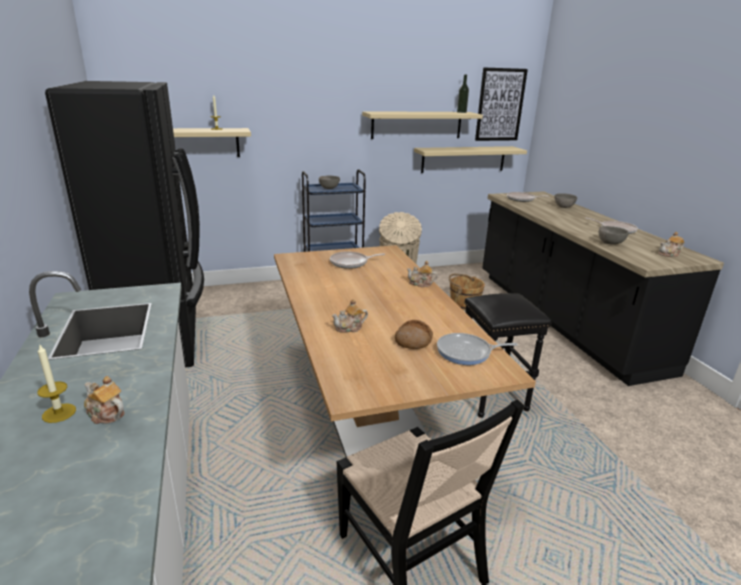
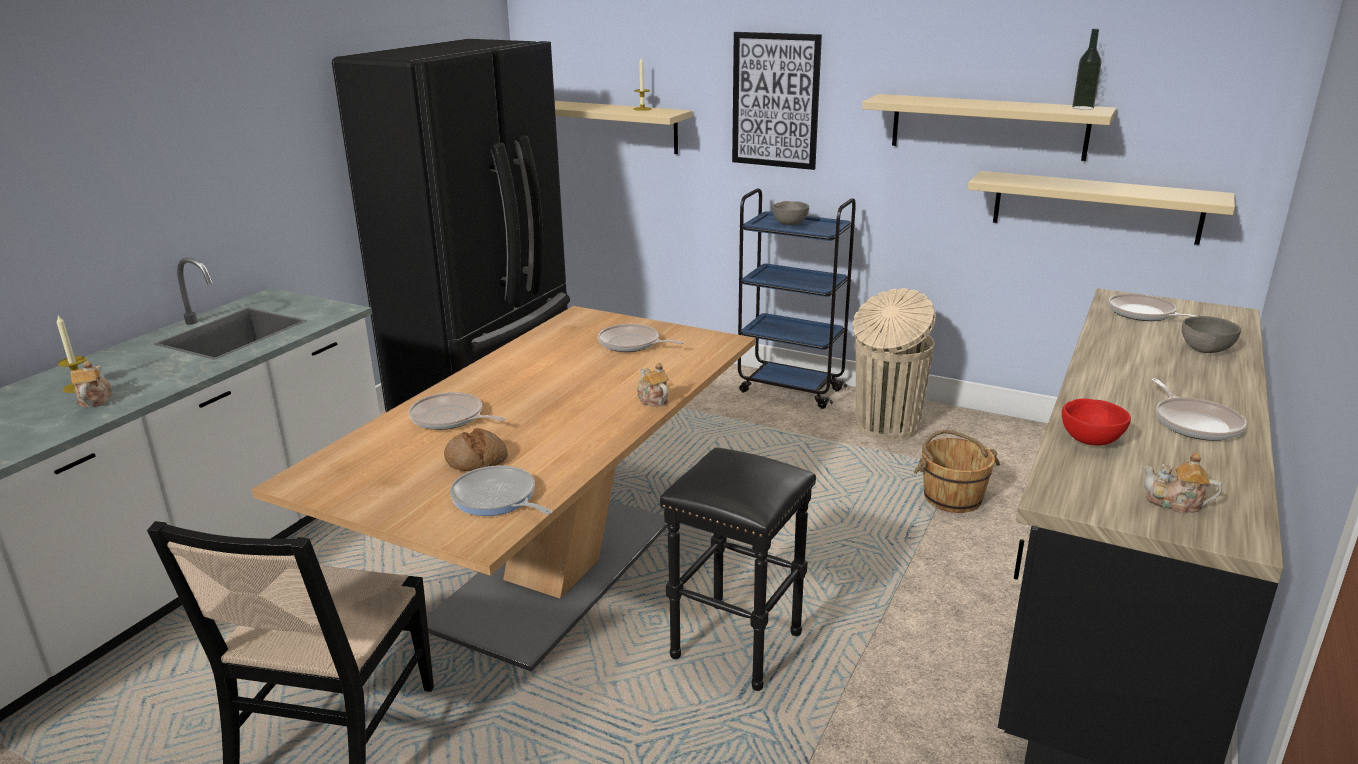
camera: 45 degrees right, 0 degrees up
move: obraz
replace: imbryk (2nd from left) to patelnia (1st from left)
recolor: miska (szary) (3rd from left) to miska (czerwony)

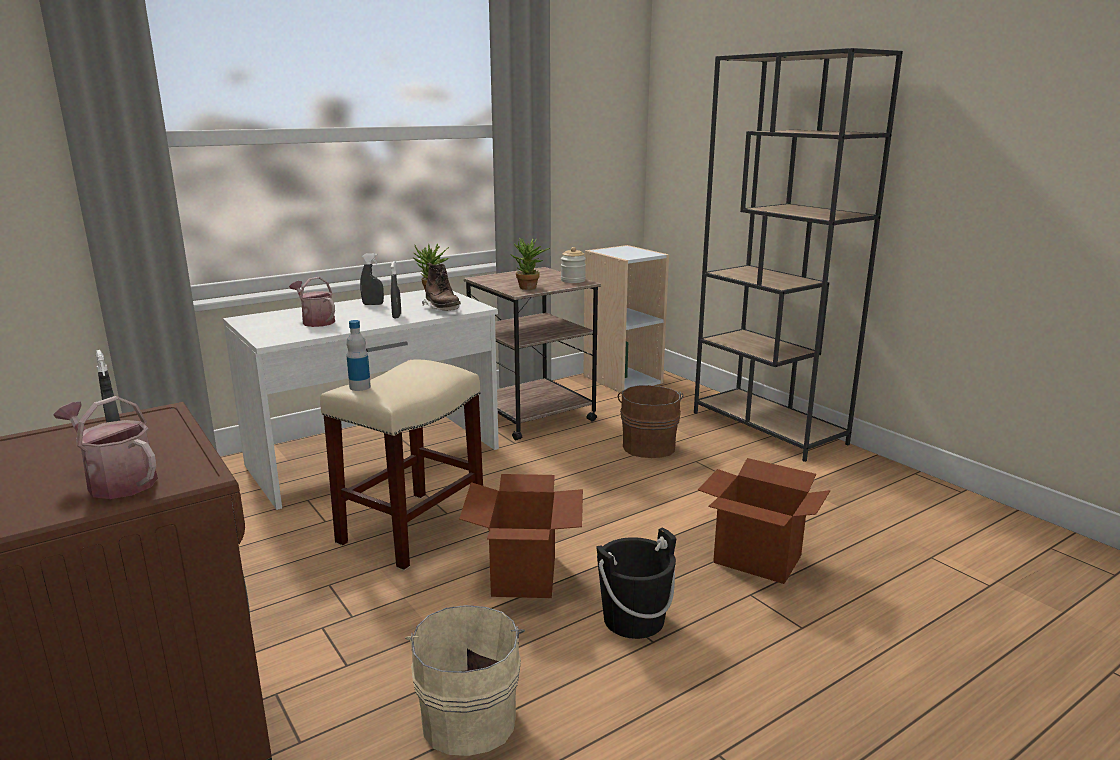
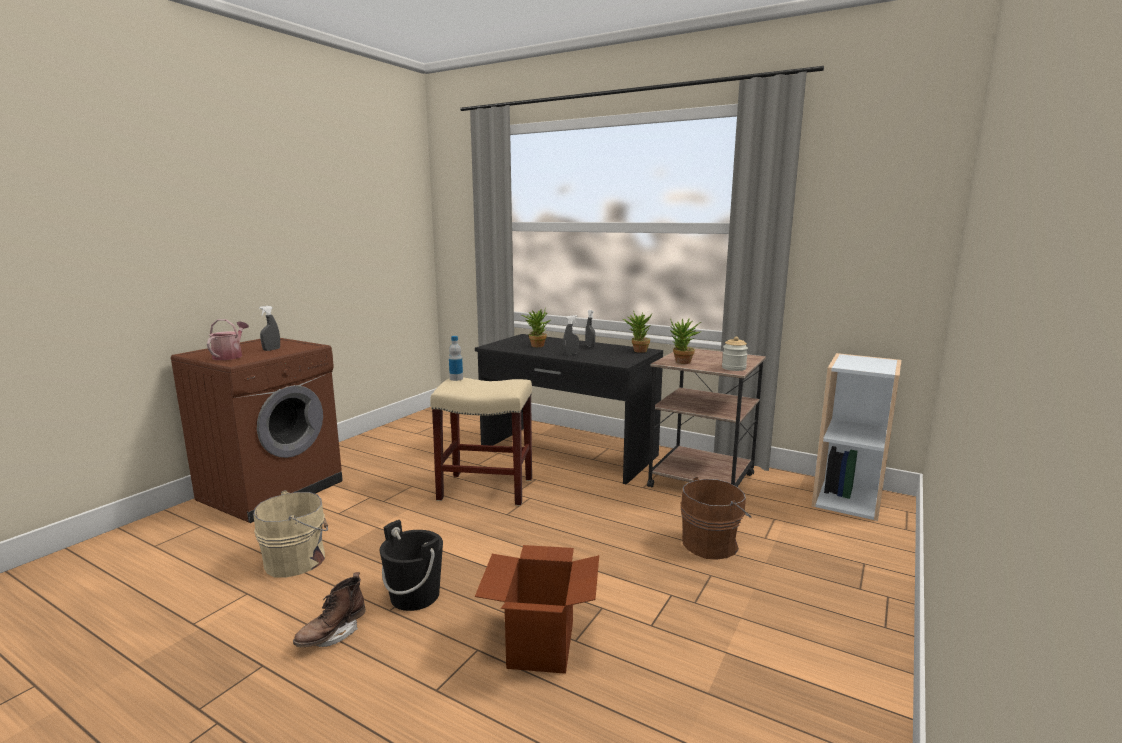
camera: 65 degrees right, 5 degrees down
delete: karton (1st from left); regał (2nd from left)
move: but z cholewką (brązowy)
replace: konewka (2nd from left) to roślina doniczkowa (1st from left)
recolor: biurko (biały) to biurko (czarny)

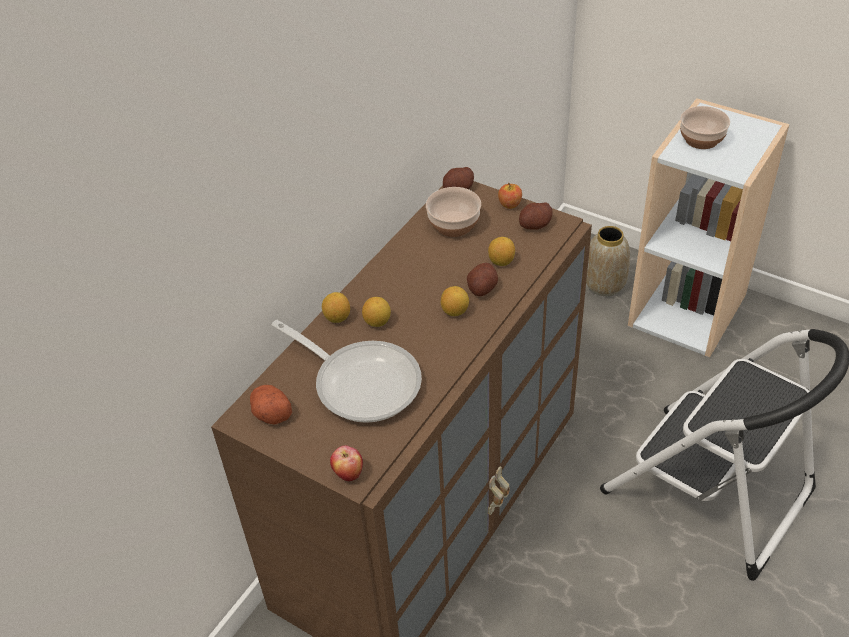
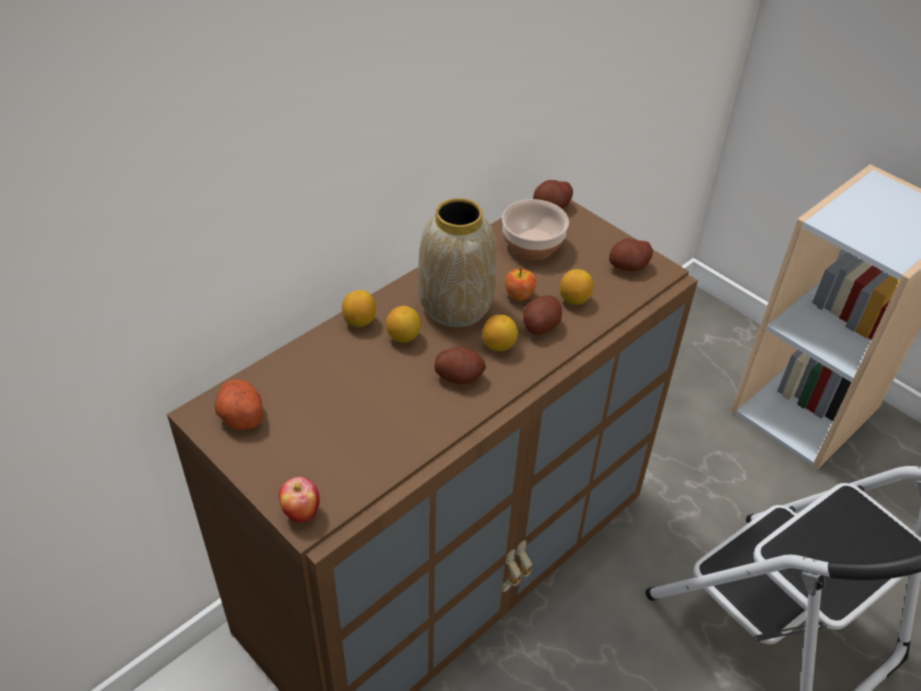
camera: 10 degrees right, 0 degrees up
delete: patelnia; miska (2nd from left)
insert: ziemniak (2nd from left)
move: wazon; jabłko (2nd from left)

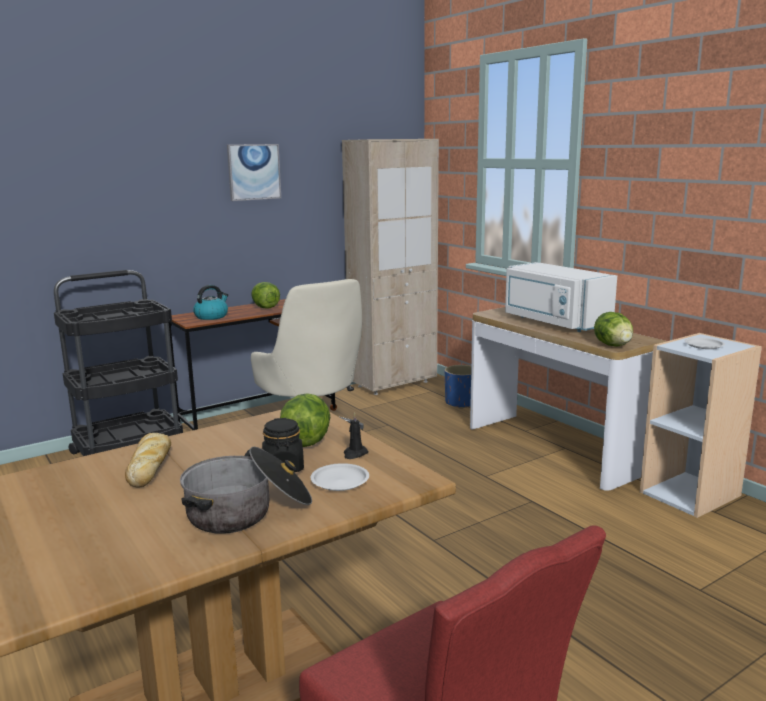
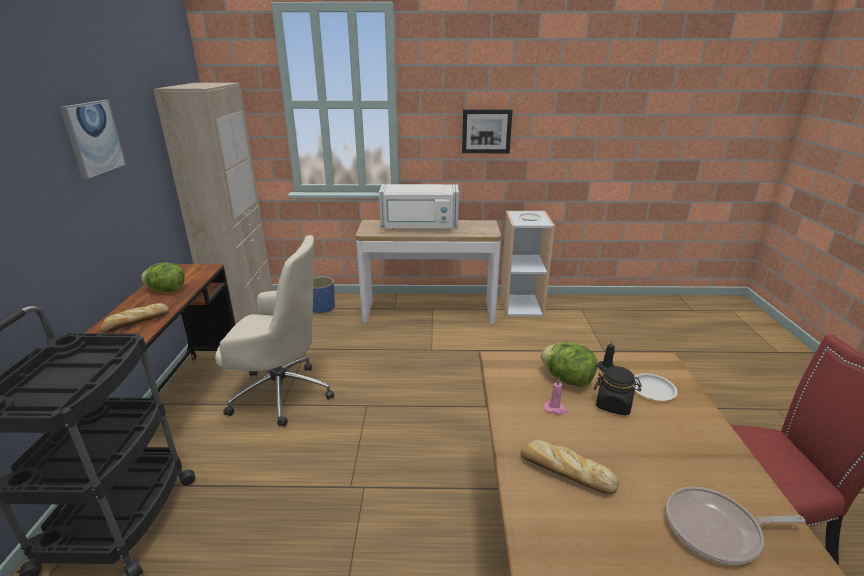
camera: 55 degrees left, 10 degrees up
delete: garnek; sałata (3rd from left)
insert: obraz (2nd from left); świeca (różowy); patelnia
replace: czajnik to chleb (1st from left)

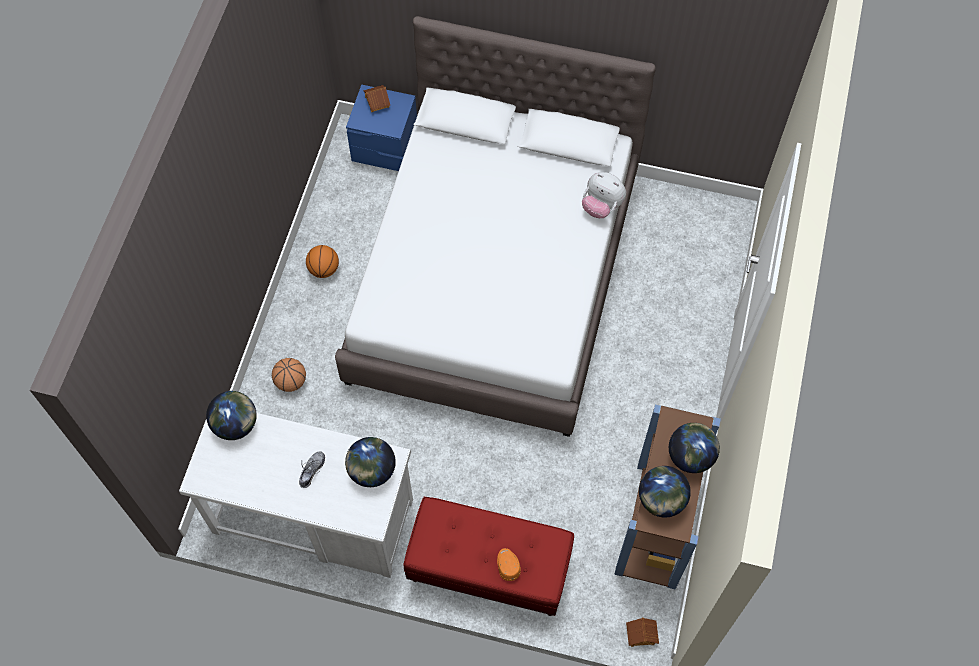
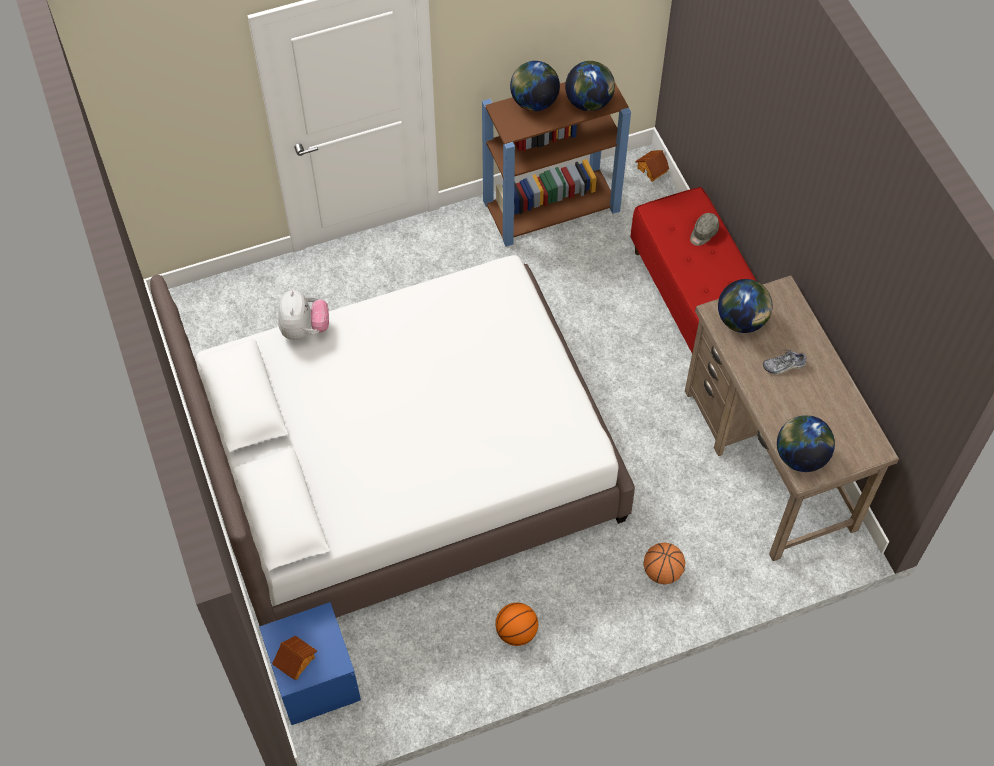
camera: 125 degrees left, 5 degrees down
recolor: biurko (biały) to biurko (brązowy); czapka z daszkiem (pomarańczowy) to czapka z daszkiem (szary)

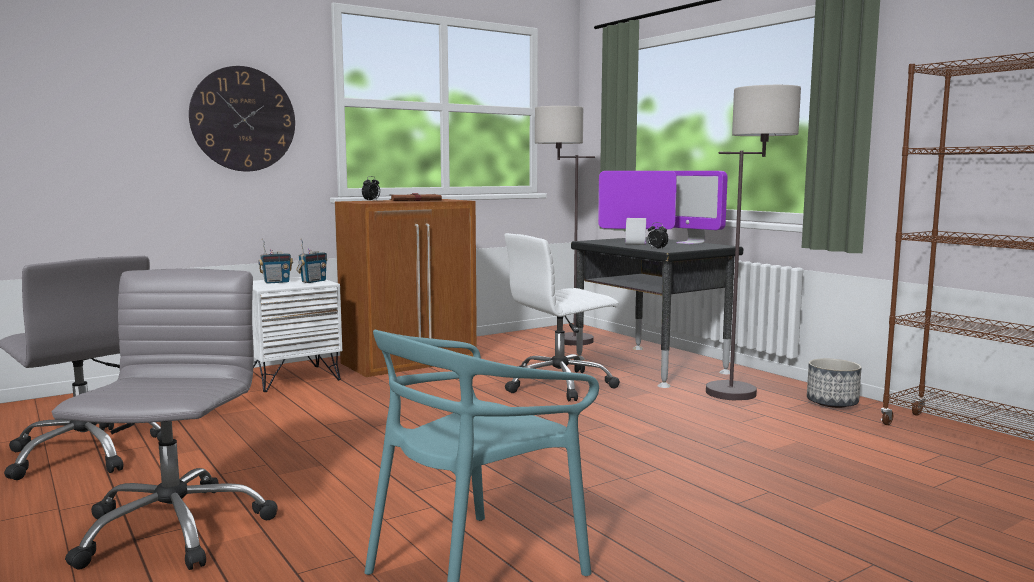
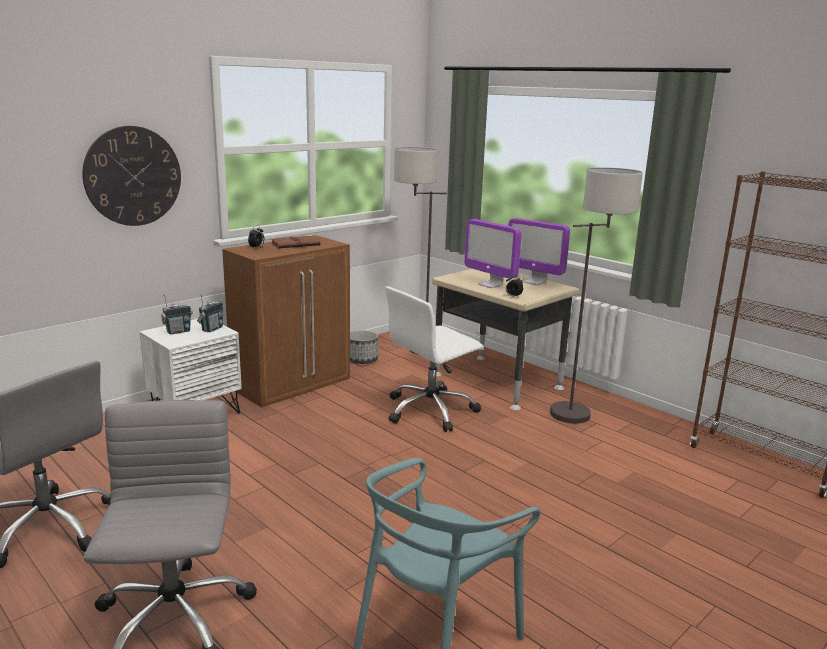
camera: 10 degrees left, 10 degrees up
move: donica
recolor: biurko (czarny) to biurko (beżowy)
rotate: monitor (1st from left) 135 degrees counterclockwise

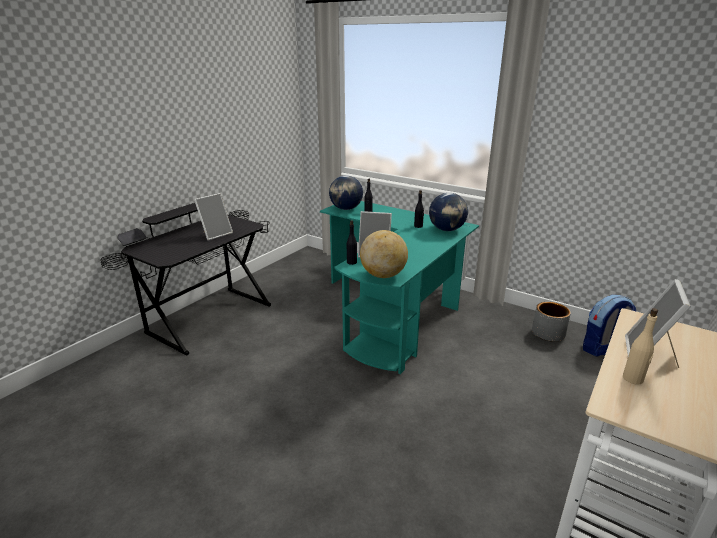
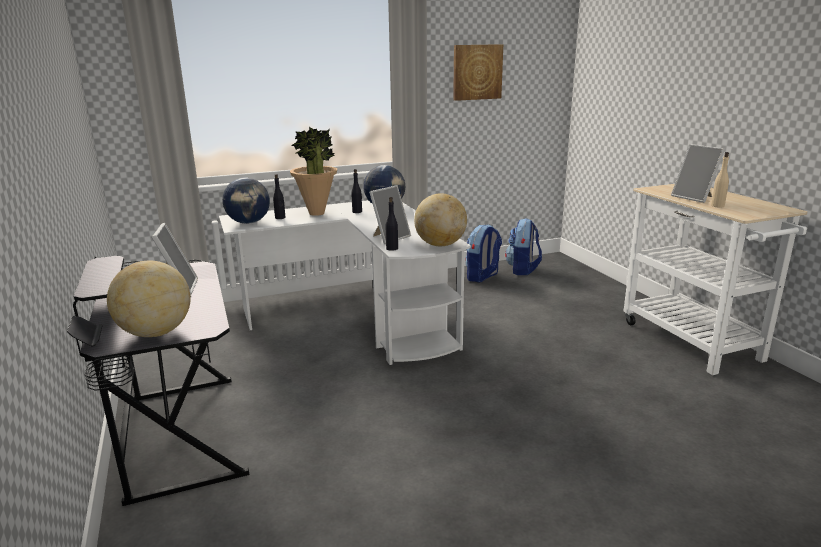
camera: 55 degrees left, 5 degrees down
insert: globus (1st from left); roślina doniczkowa; obraz
replace: donica (szary) to plecak (1st from left)
recolor: biurko (turkusowy) to biurko (biały)

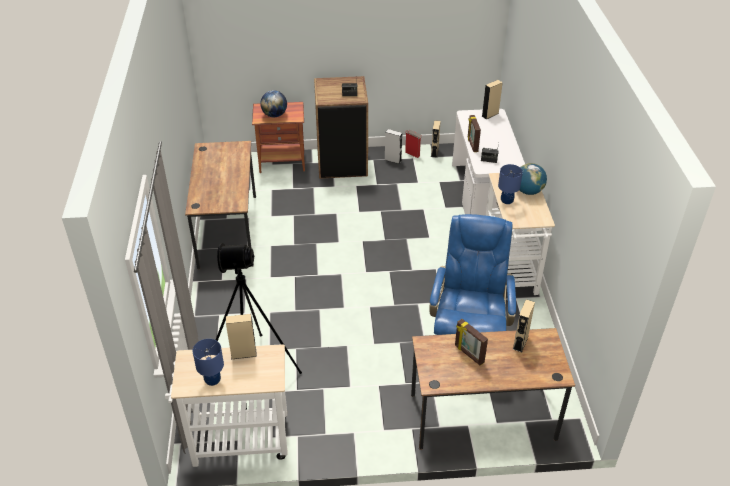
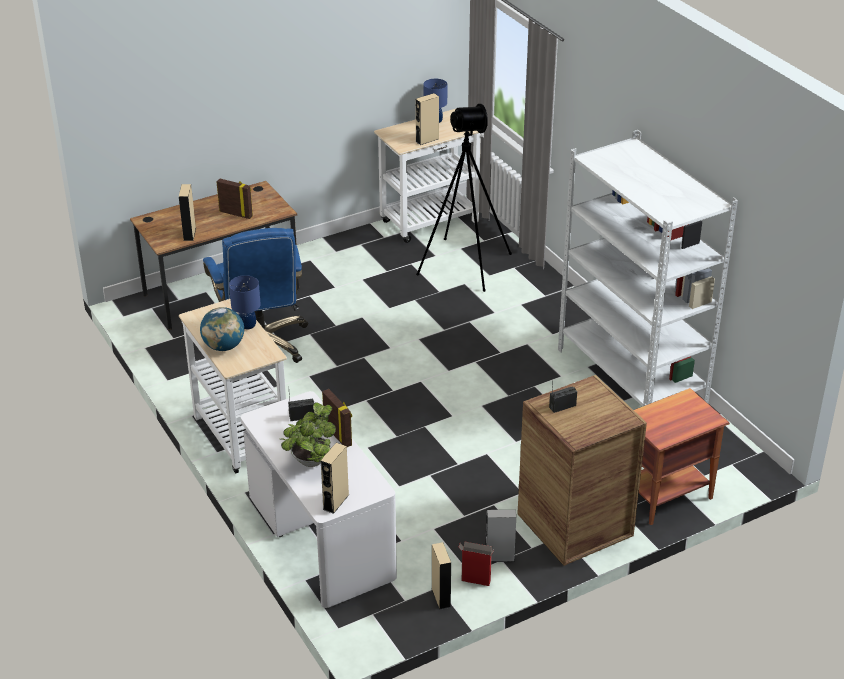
camera: 155 degrees right, 5 degrees down
delete: globus (1st from left)
insert: roślina doniczkowa
replace: biurko (brązowy) (1st from left) to regał (biały)

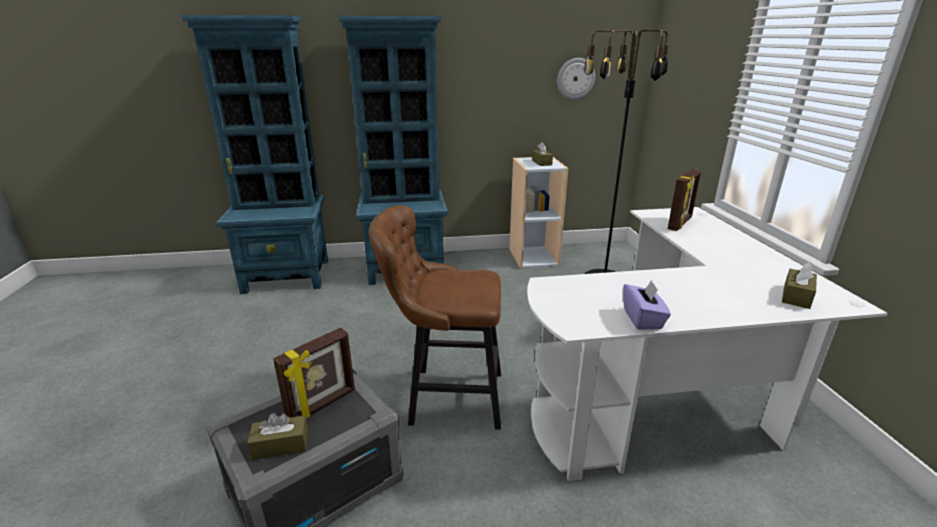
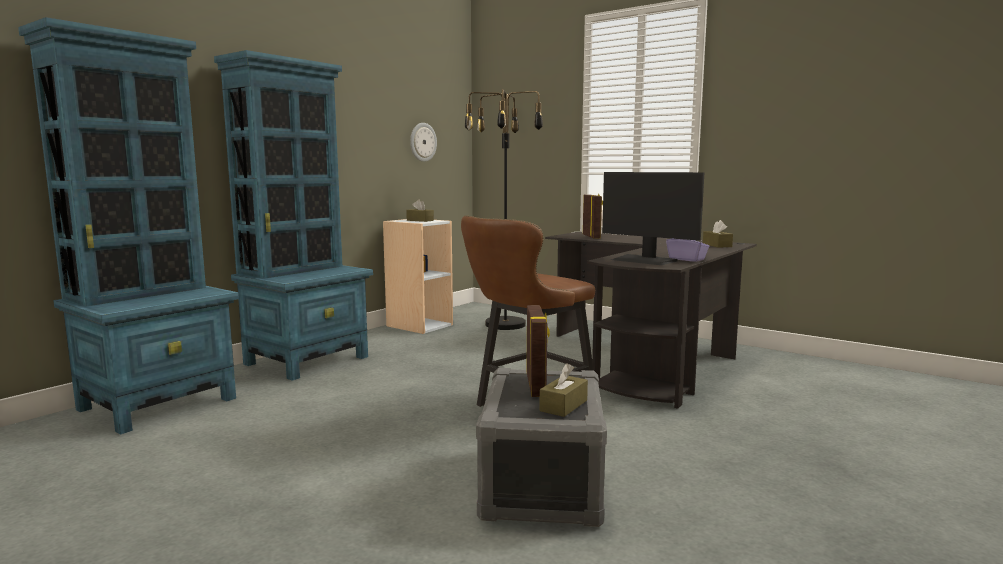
camera: 45 degrees left, 15 degrees down
insert: monitor
recolor: biurko (biały) to biurko (czarny)

